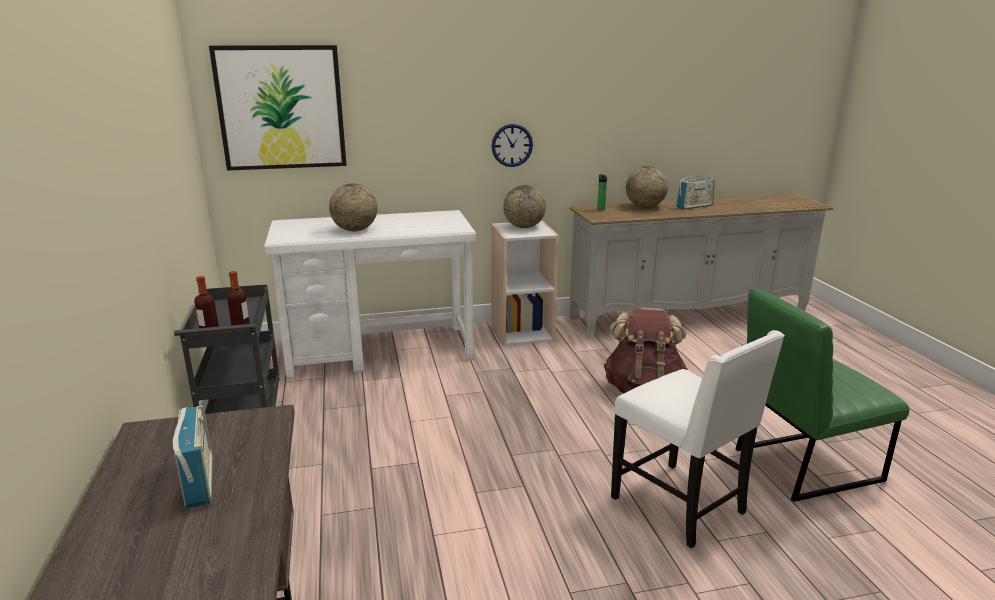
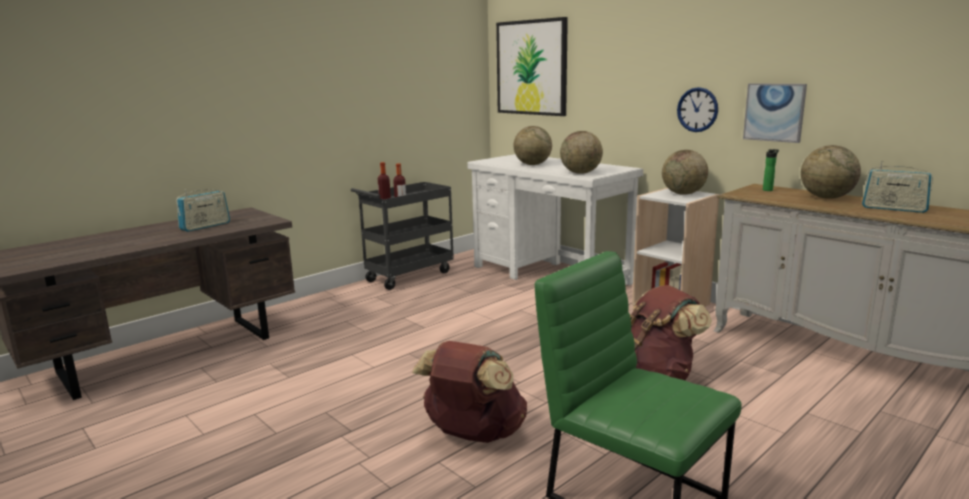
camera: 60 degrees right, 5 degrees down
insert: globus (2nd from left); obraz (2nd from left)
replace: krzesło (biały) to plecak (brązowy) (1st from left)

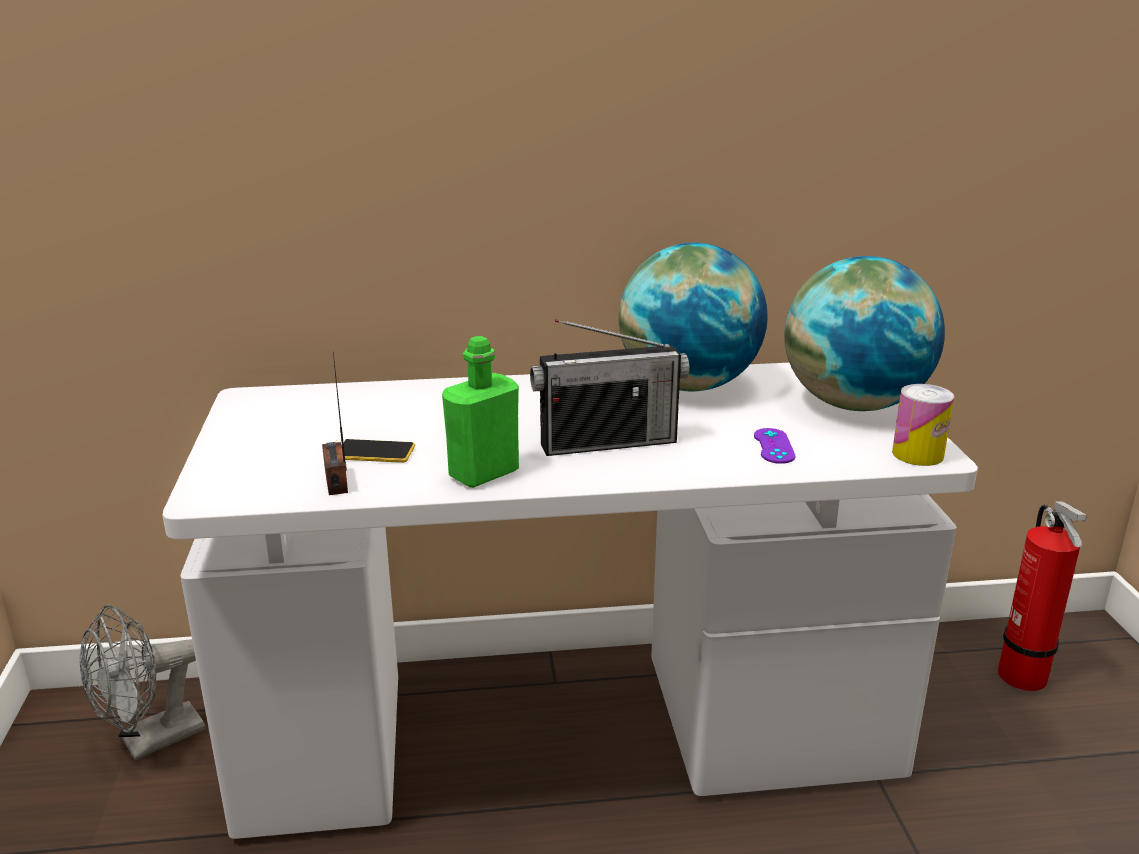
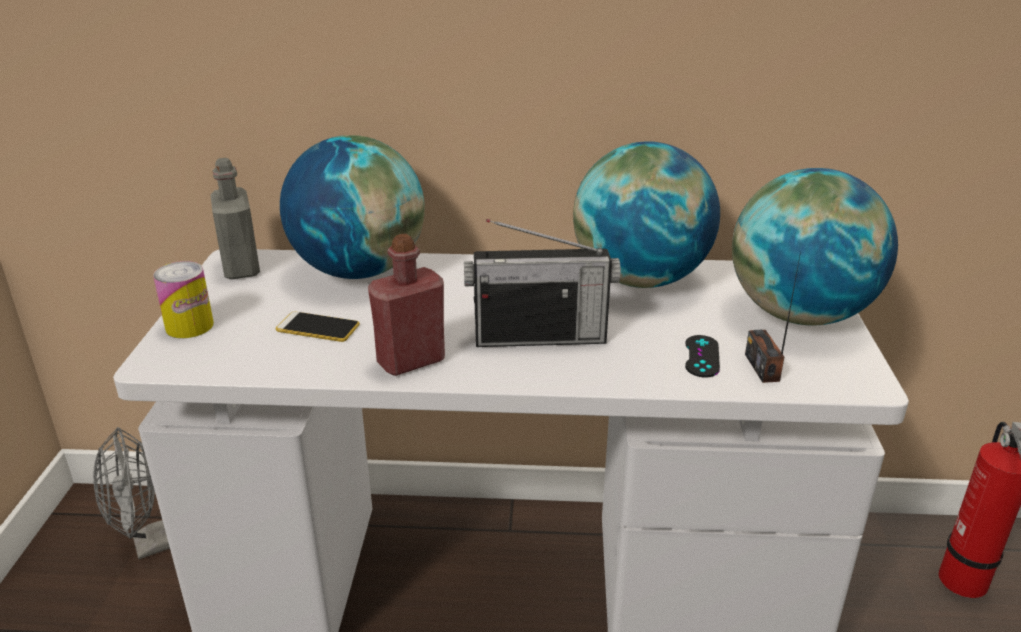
camera: 10 degrees right, 5 degrees up
insert: butelka (szary); globus (1st from left)
move: puszka; radio (1st from left in the first image) to radio (2nd from left)
recolor: butelka (zielony) to butelka (czerwony); pad do gier (fioletowy) to pad do gier (czarny)

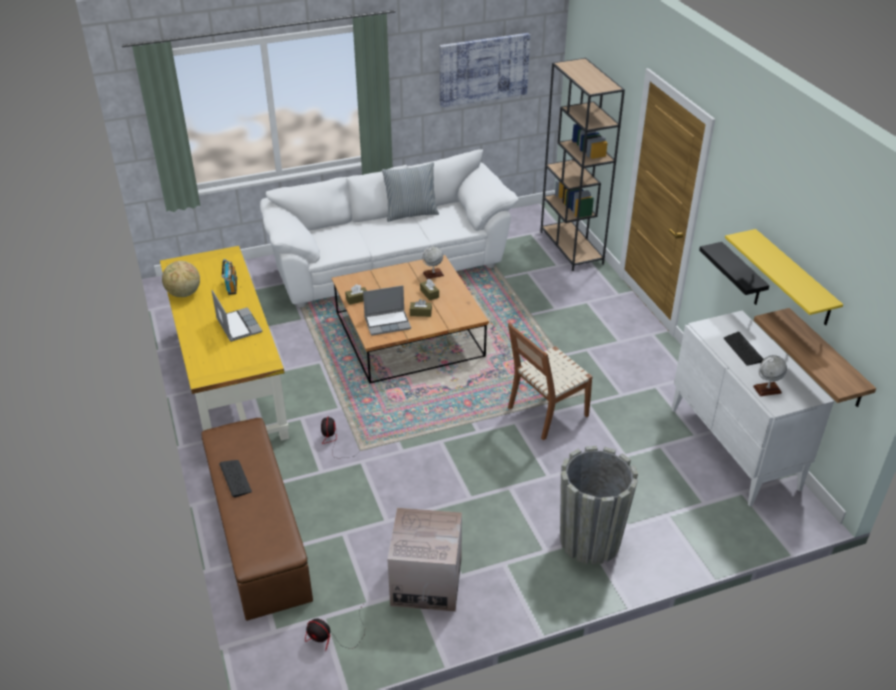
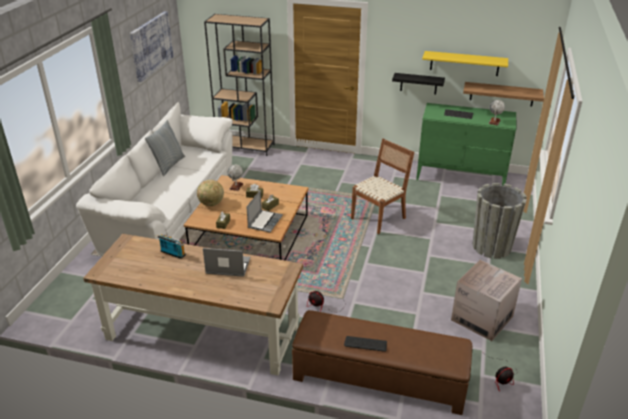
camera: 55 degrees left, 5 degrees down
move: globus (1st from left)
recolor: biurko (żółty) to biurko (brązowy); szafka (biały) to szafka (zielony)
rotate: krzesło 135 degrees counterclockwise

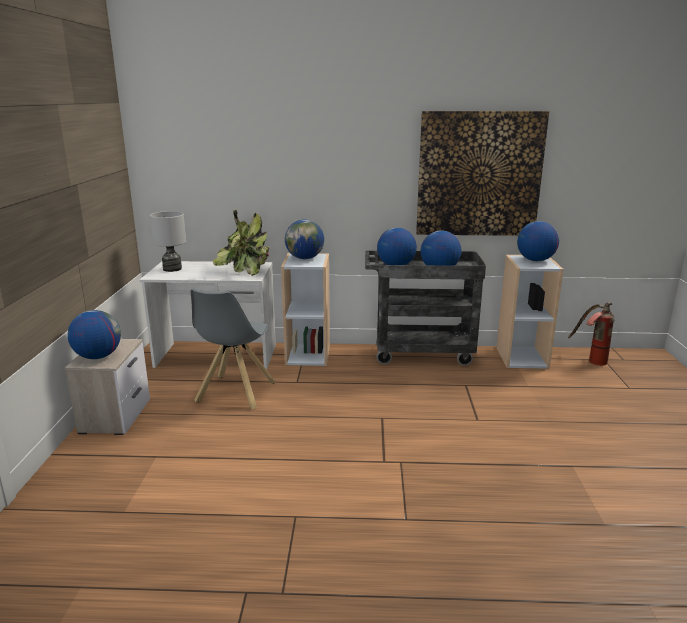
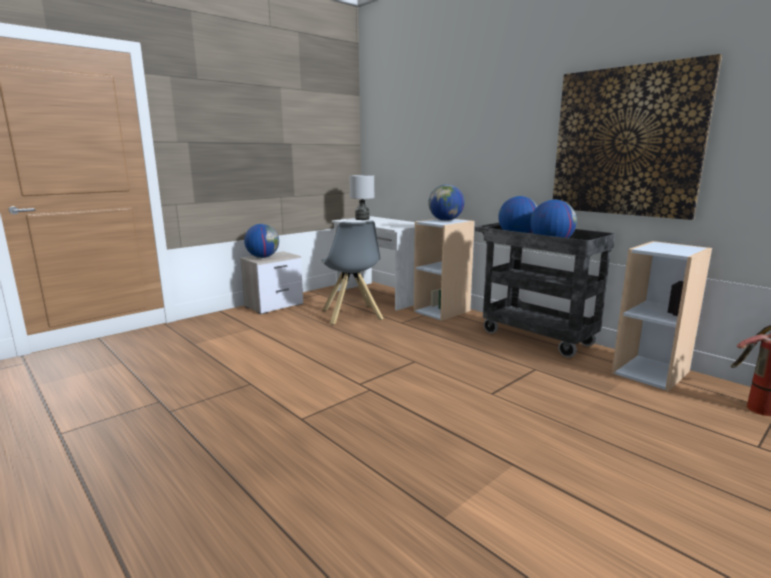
camera: 45 degrees right, 5 degrees down
delete: roślina doniczkowa; globus (5th from left)
rotate: krzesło (szary) 75 degrees counterclockwise

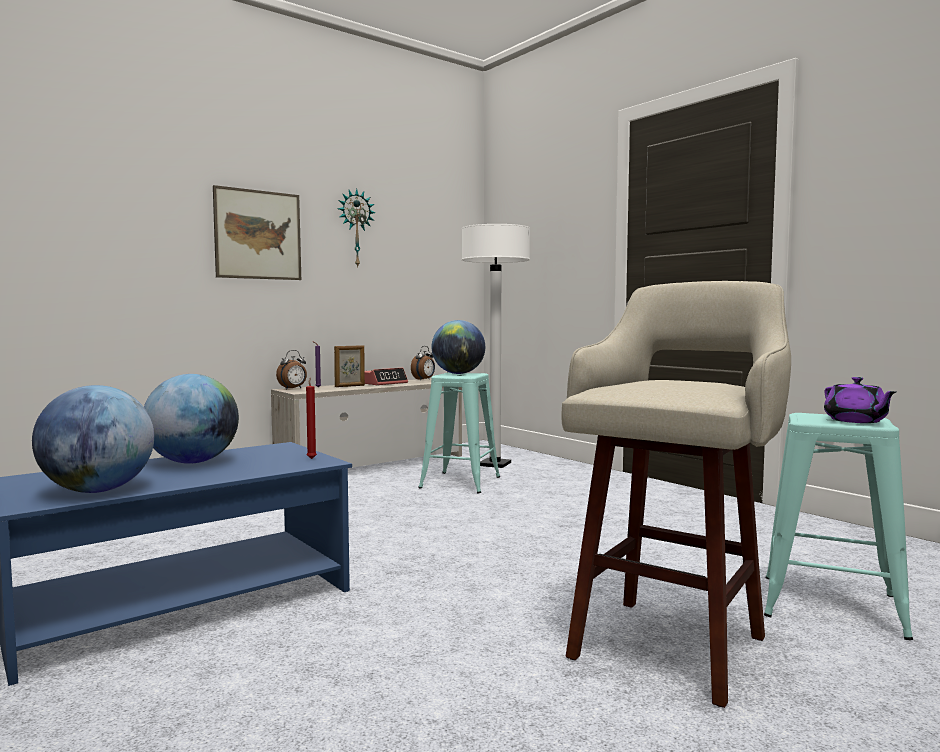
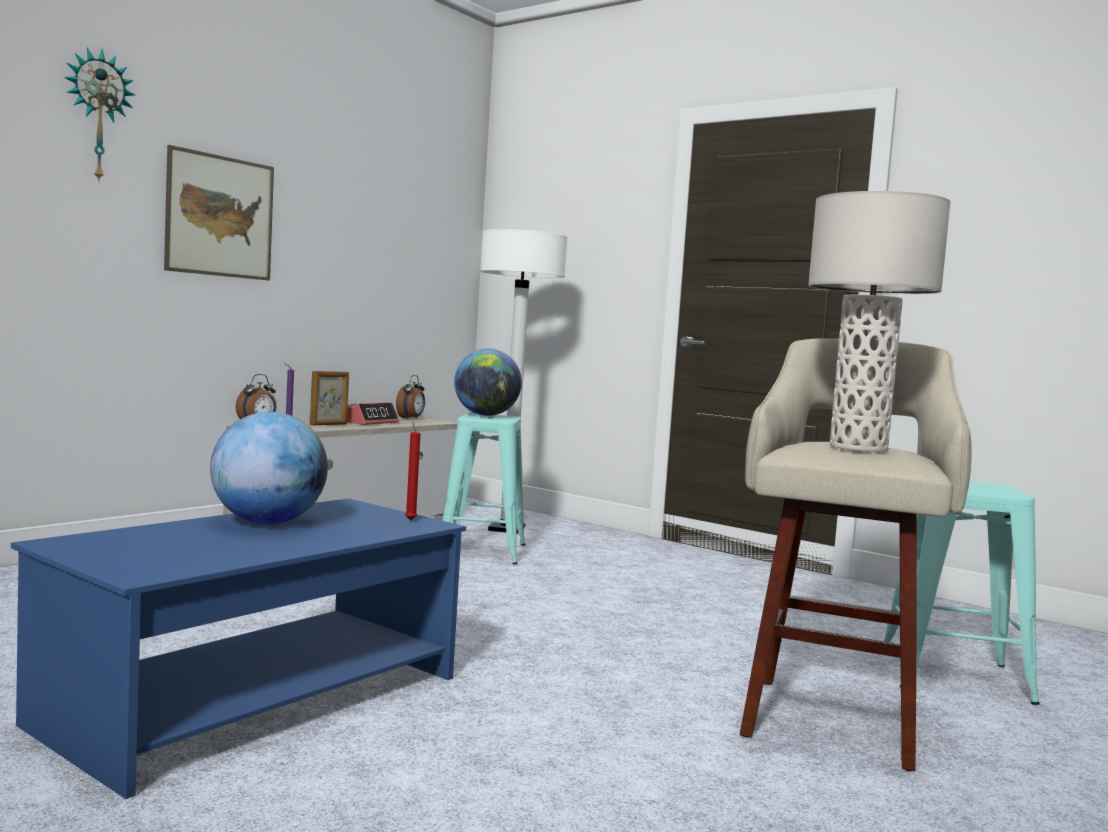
camera: 15 degrees left, 0 degrees up
delete: globus (1st from left); imbryk (fioletowy)
insert: lampa stołowa (biały)
move: zegar ścienny

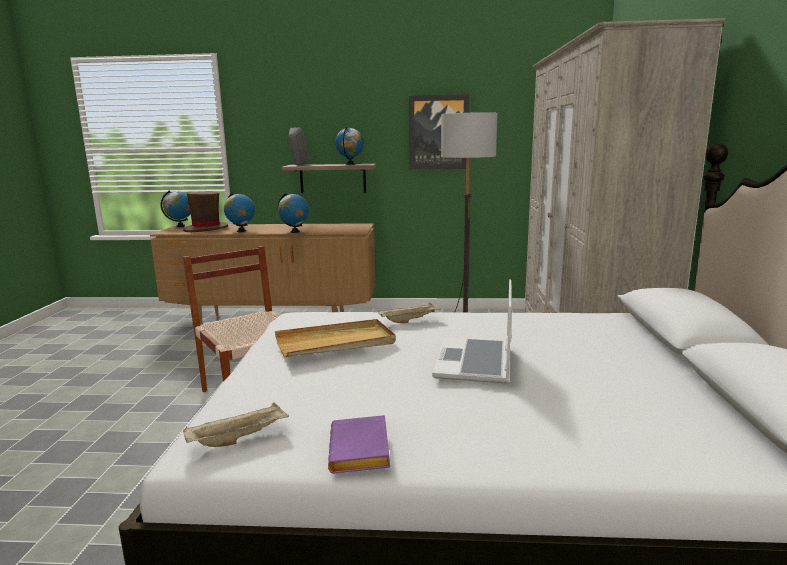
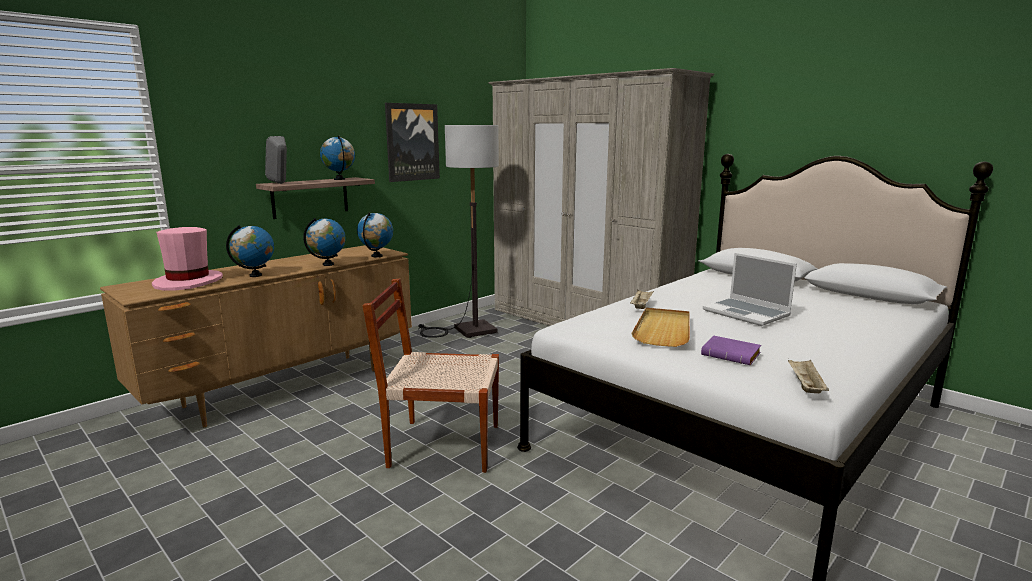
camera: 50 degrees left, 0 degrees up
move: globus (1st from left in the first image) to globus (4th from left); książka (fioletowy)
recolor: kapelusz (brązowy) to kapelusz (różowy)

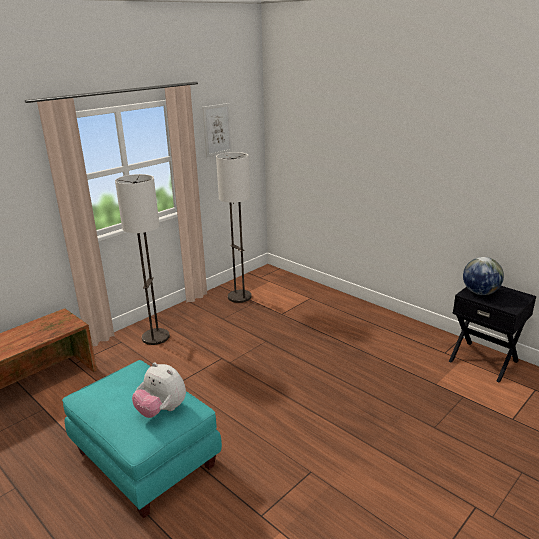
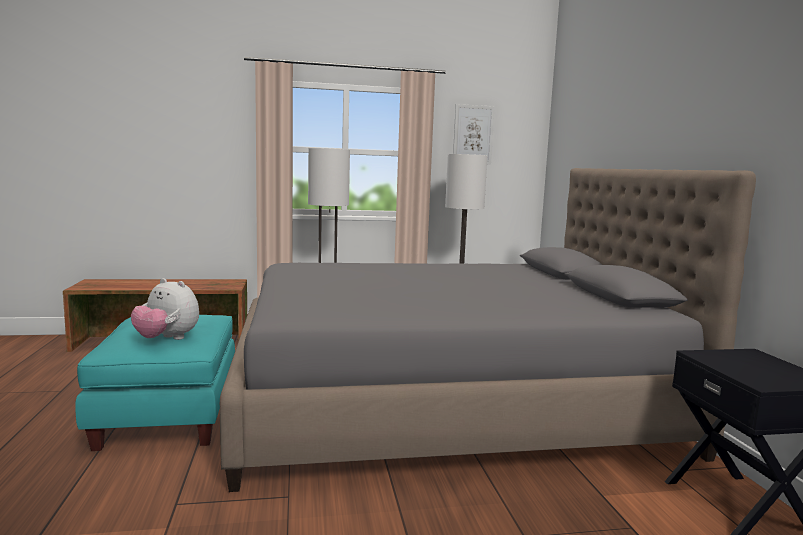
camera: 35 degrees right, 15 degrees down
delete: globus
insert: łóżko (szary)
rotate: pluszak 45 degrees counterclockwise

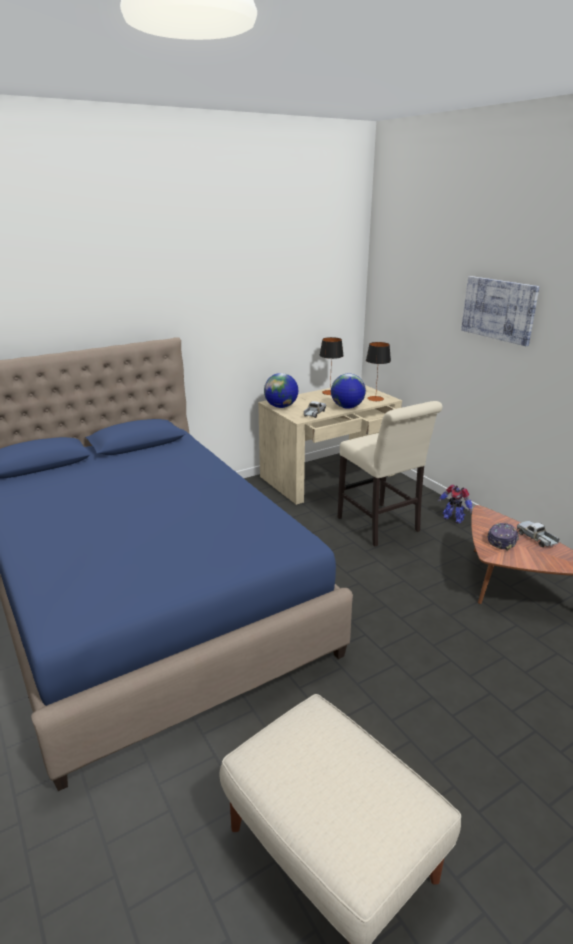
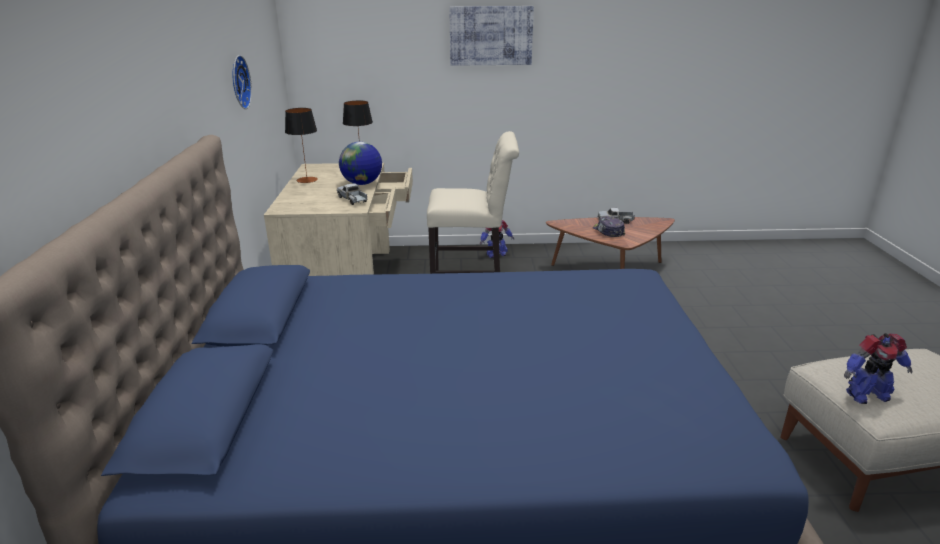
camera: 60 degrees left, 0 degrees up
delete: globus (1st from left)
insert: zegar ścienny; robot zabawkowy (2nd from left)

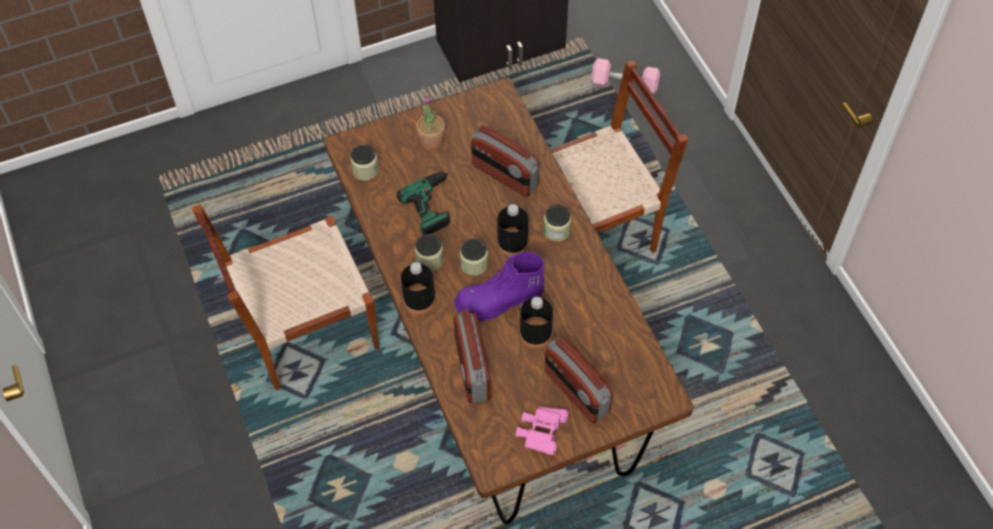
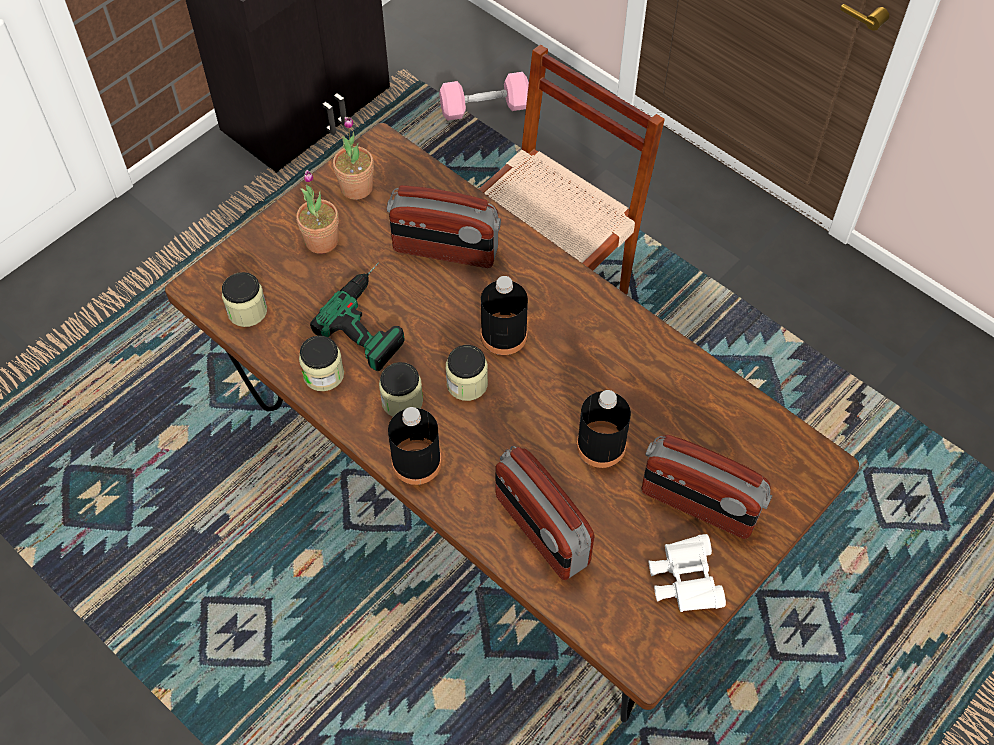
camera: 25 degrees left, 0 degrees up
delete: krzesło (1st from left); but z cholewką (fioletowy)
insert: roślina doniczkowa (2nd from left)
move: słoik (4th from left in the first image) to słoik (2nd from left)
recolor: lornetka (różowy) to lornetka (biały)

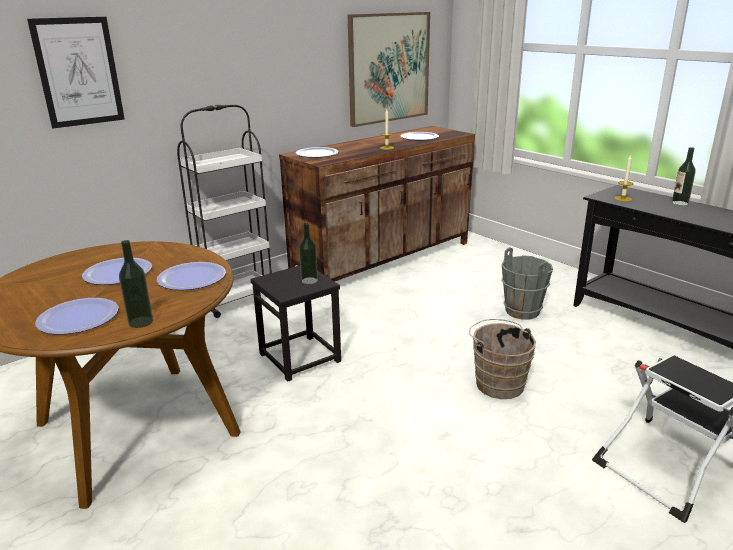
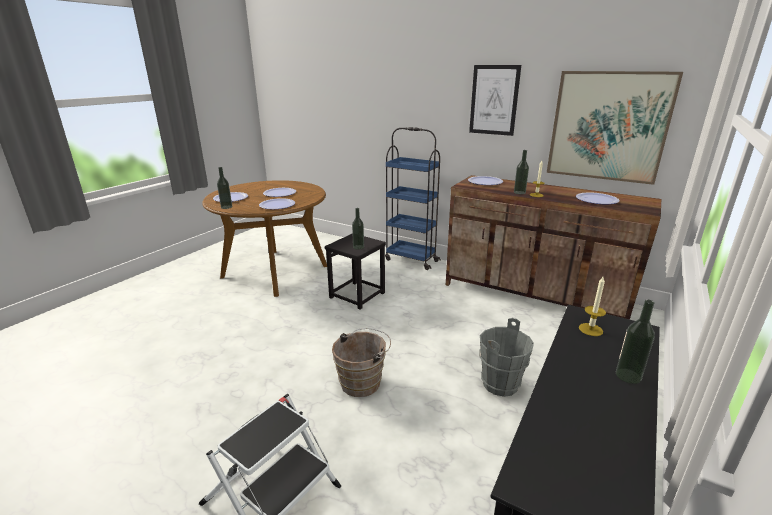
camera: 70 degrees right, 0 degrees up
insert: butelka (3rd from left)
move: obraz (1st from left)
recolor: wózek (biały) to wózek (niebieski)

